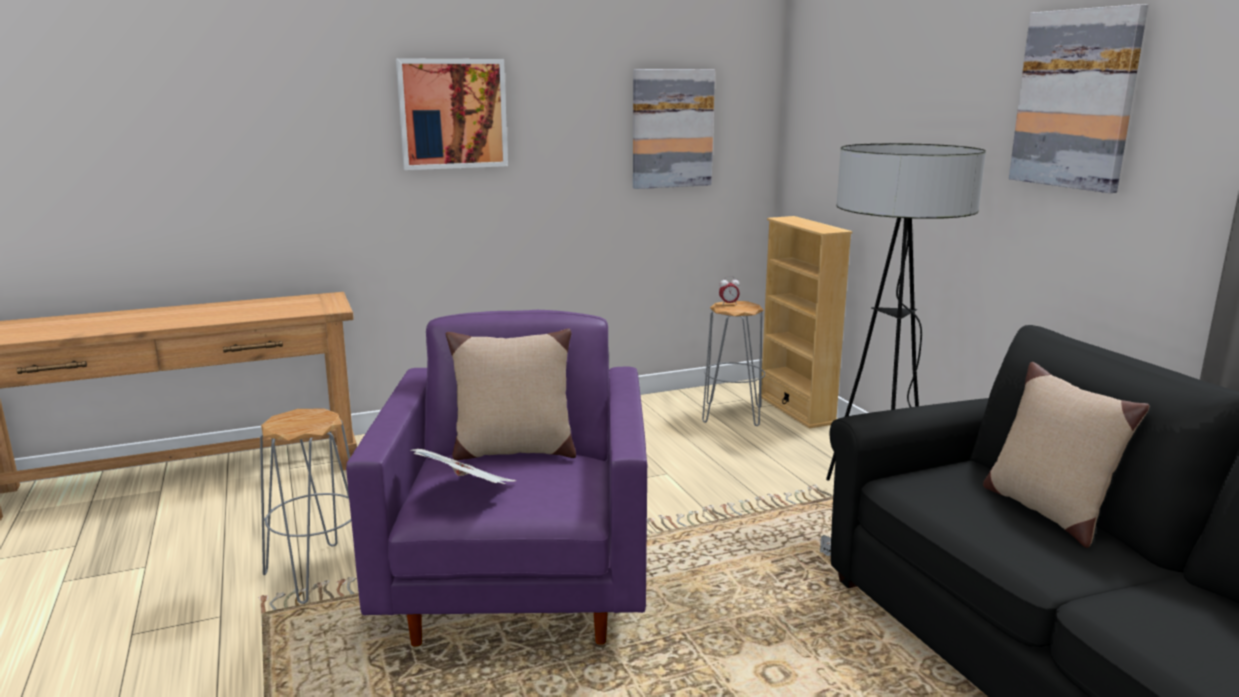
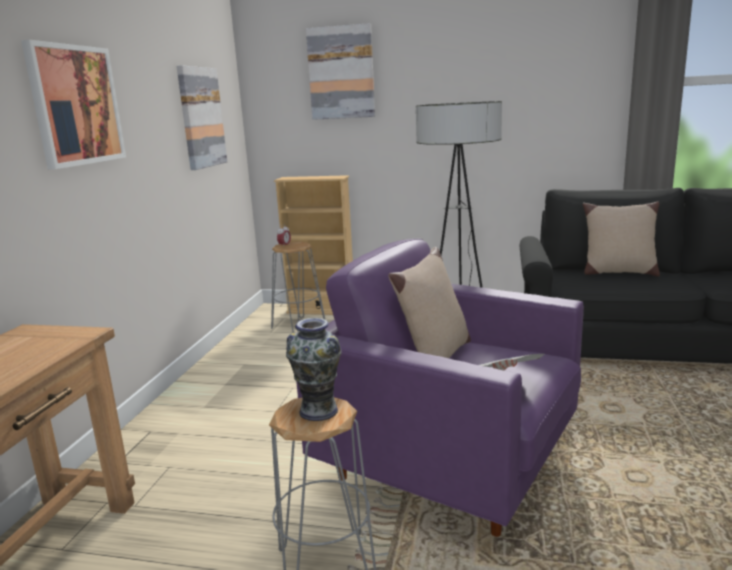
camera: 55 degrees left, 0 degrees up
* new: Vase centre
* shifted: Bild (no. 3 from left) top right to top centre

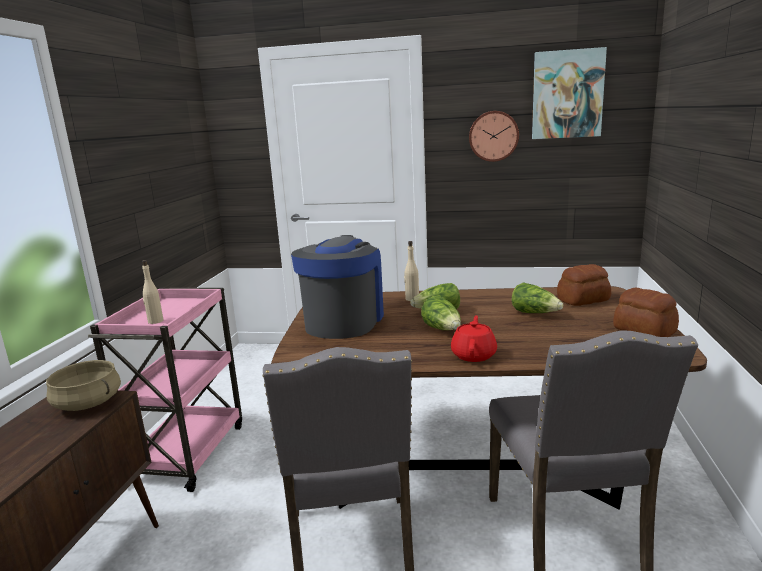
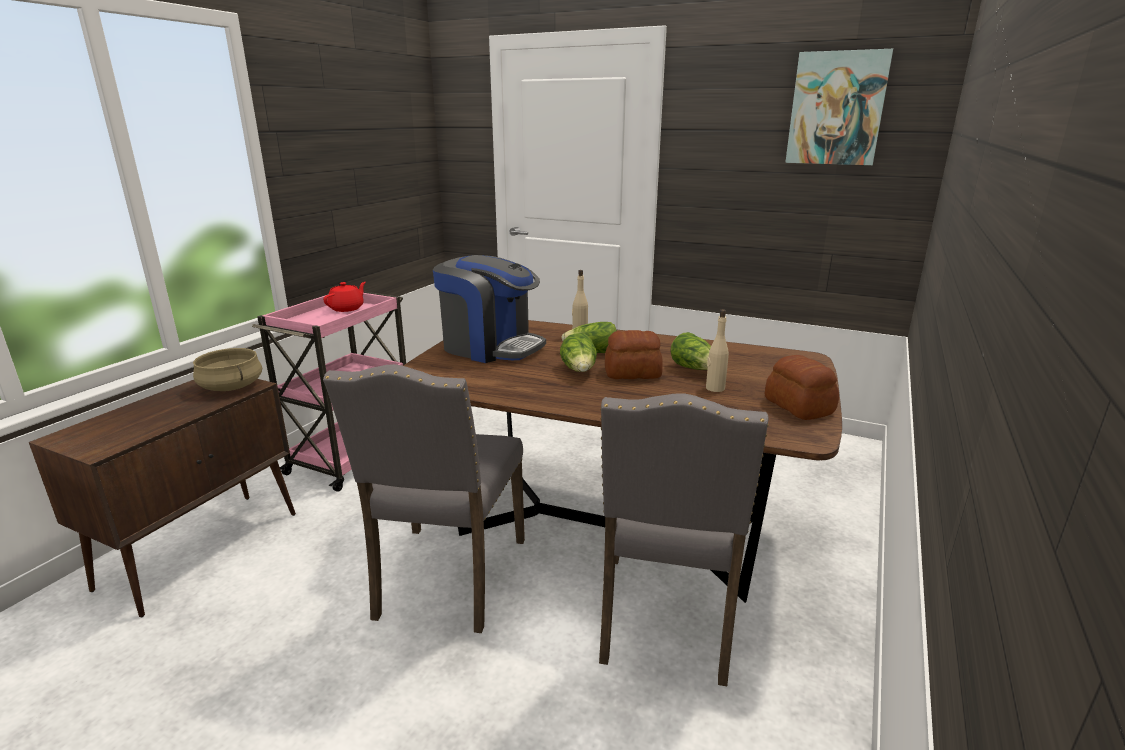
camera: 15 degrees right, 5 degrees up
* gone: Wanduhr top centre
* shifted: Flasche/beige (no. 1 from left in the first image) middle left to Flasche/beige (no. 2 from left) centre
* shifted: Teekanne/rot centre to middle left
* shifted: Brot (no. 1 from left) middle right to centre
* rotated: Kaffeemaschine centre = centre 90 degrees clockwise

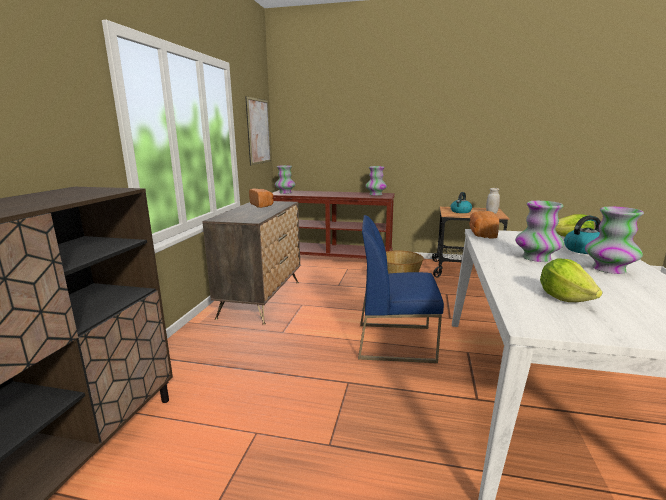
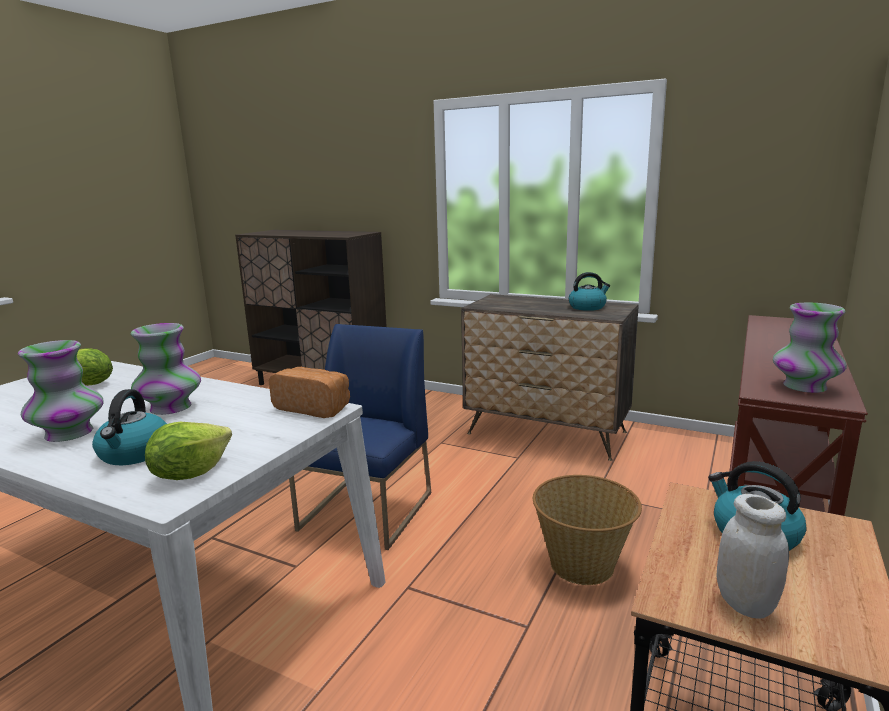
camera: 105 degrees right, 0 degrees up
* gone: Bild top centre
* gone: Vase (no. 1 from left) centre
* swapped: Brot (no. 1 from left) centre to Wasserkessel (no. 2 from left) centre

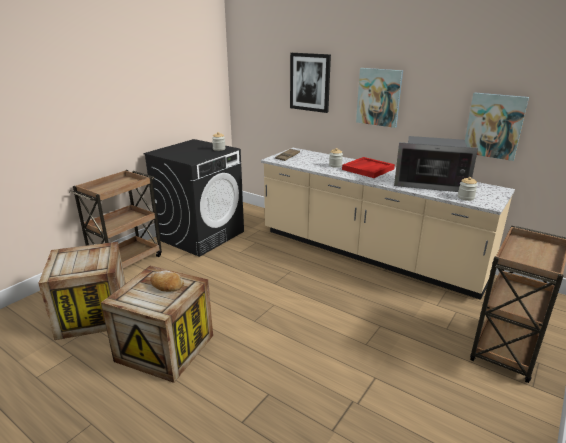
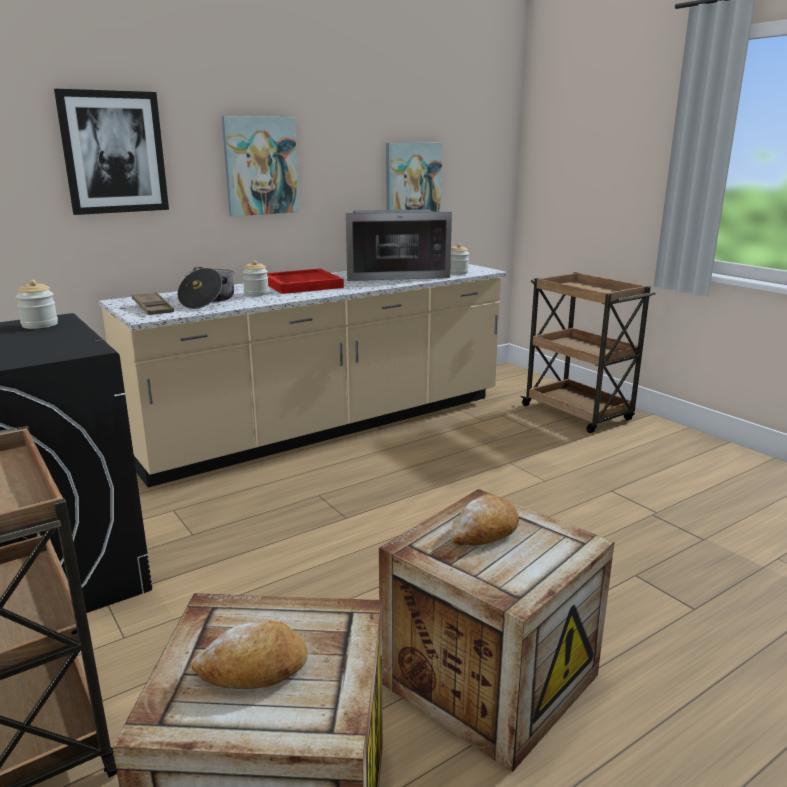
camera: 70 degrees left, 5 degrees down
* new: Kochtopf middle left
* new: Brot (no. 1 from left) bottom left
* rotated: Mikrowelle middle right = top centre 45 degrees clockwise

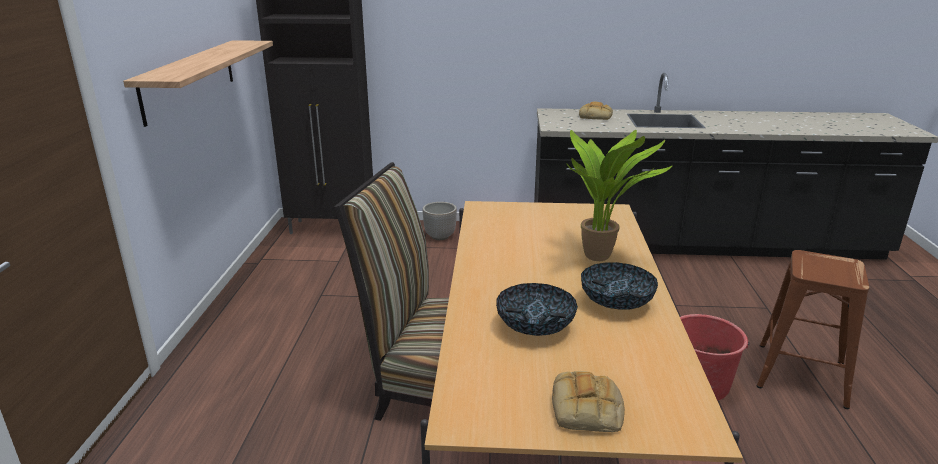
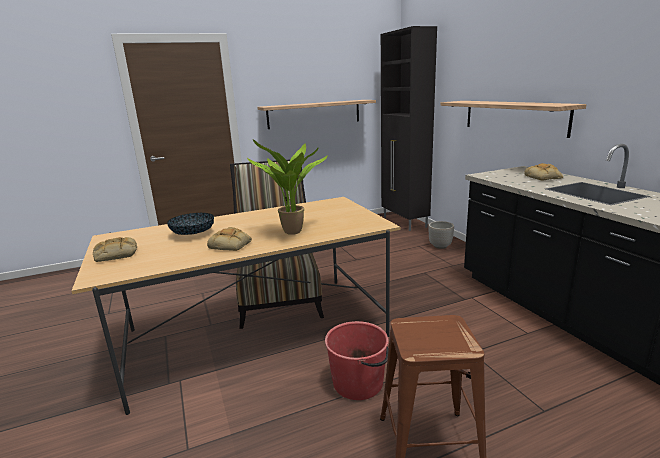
camera: 65 degrees right, 5 degrees down
* new: Wandregal (no. 2 from left) top right
* swapped: Schüssel (no. 2 from left) centre to Brot (no. 2 from left) centre

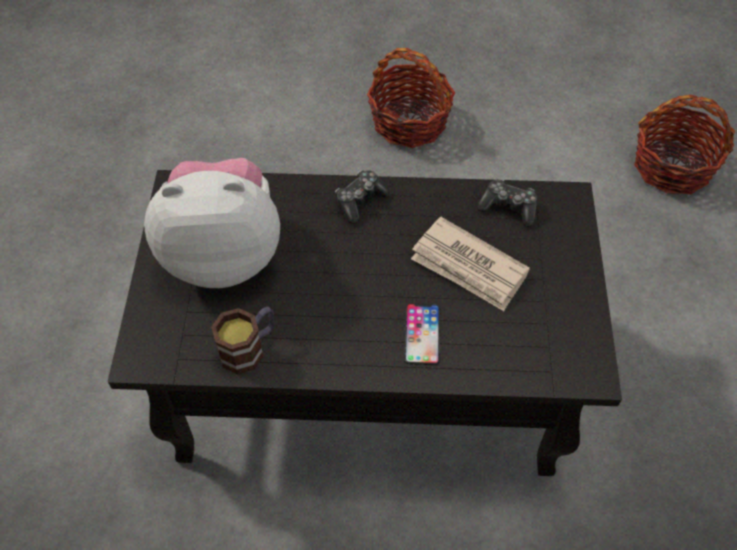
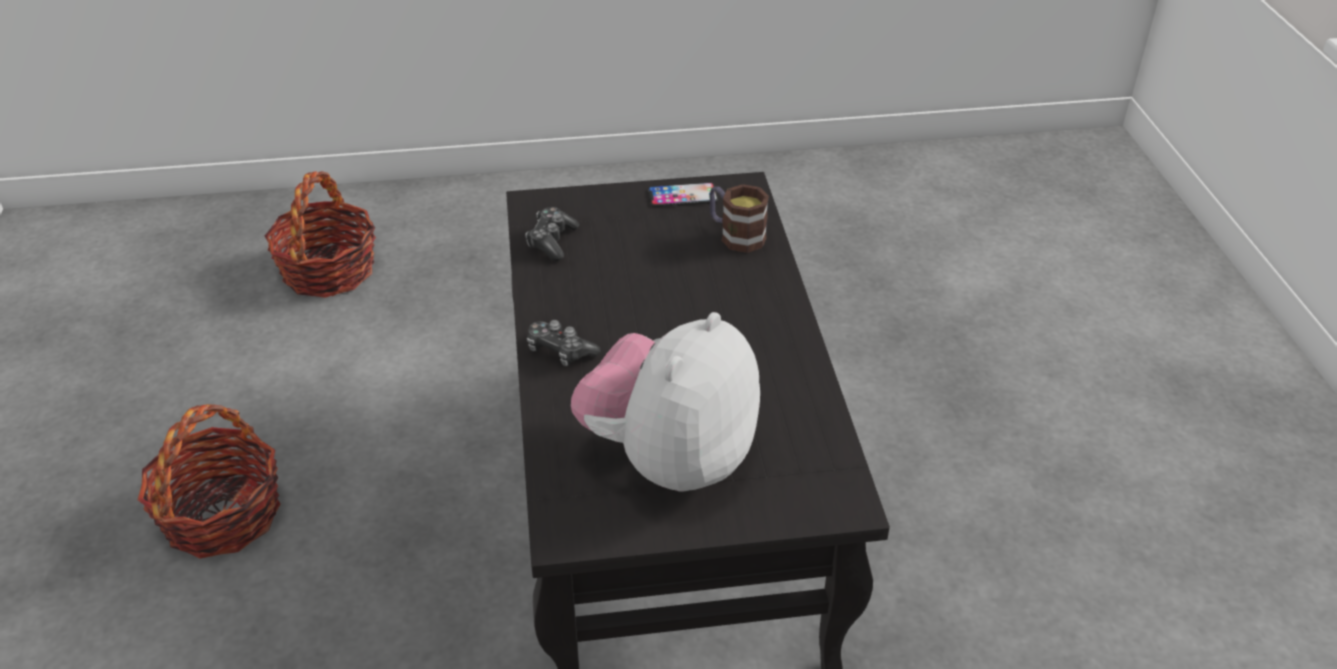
camera: 100 degrees left, 15 degrees down
* gone: Zeitung centre
* shifted: Henkelbecher middle left to top centre
* shifted: Handy centre to top centre
* rotated: Plüschtier middle left = centre 45 degrees clockwise

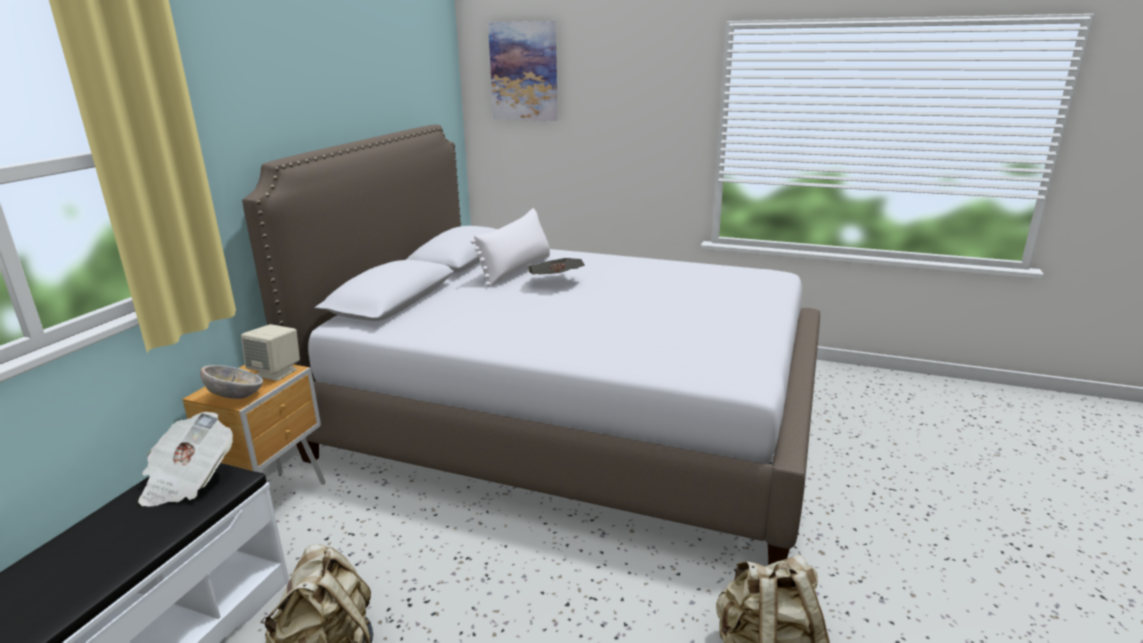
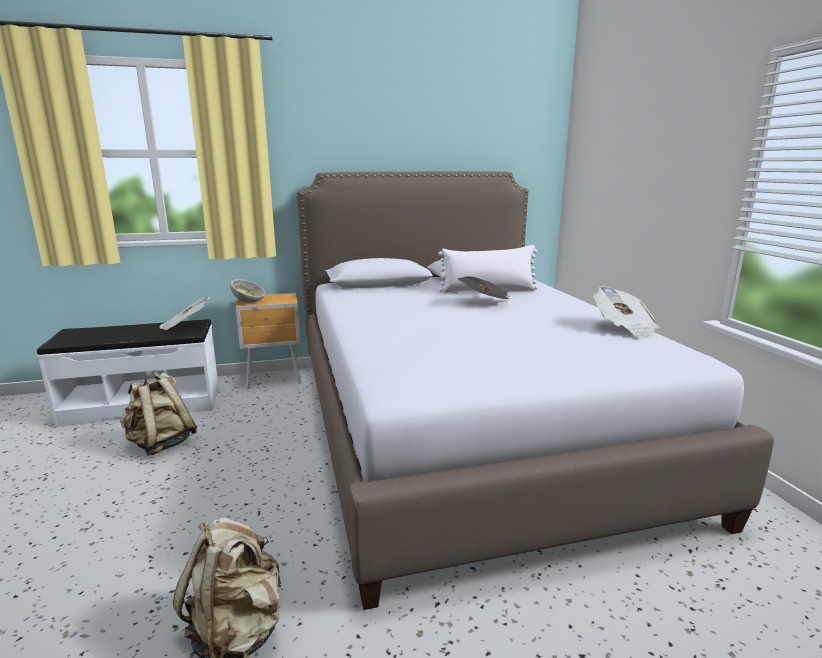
camera: 55 degrees right, 5 degrees down
* gone: Lautsprecher/beige middle left
* gone: Bild top centre
* new: Zeitung (no. 3 from left) middle right

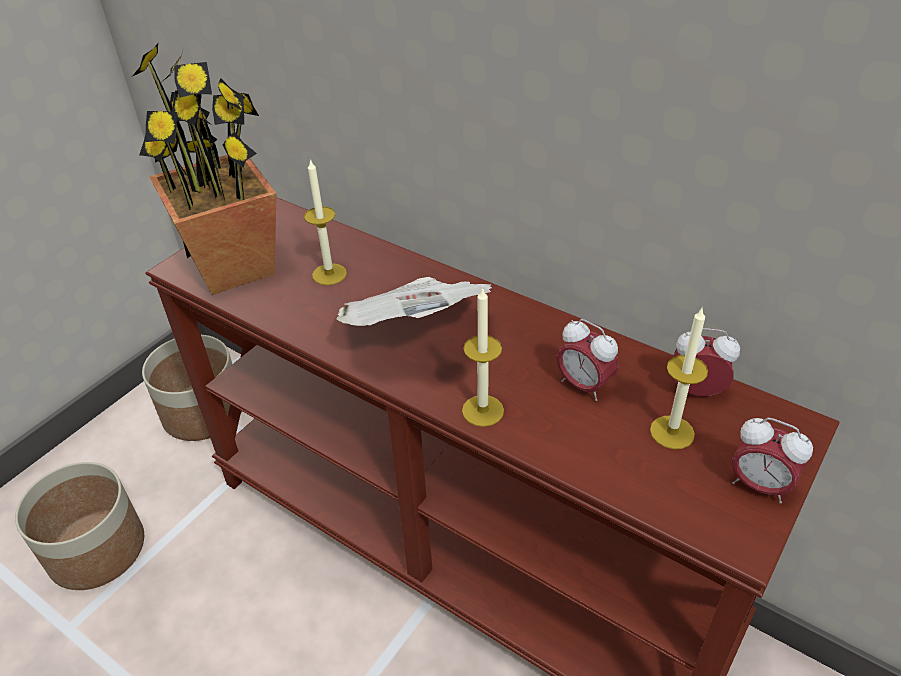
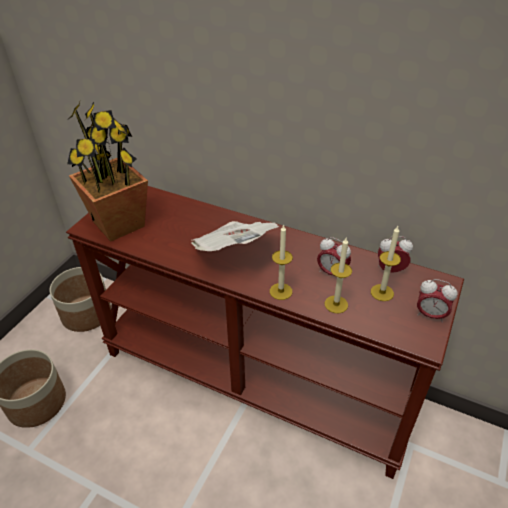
camera: 10 degrees left, 0 degrees up
* shifted: Kerze (no. 1 from left in the first image) top centre to Kerze (no. 2 from left) centre

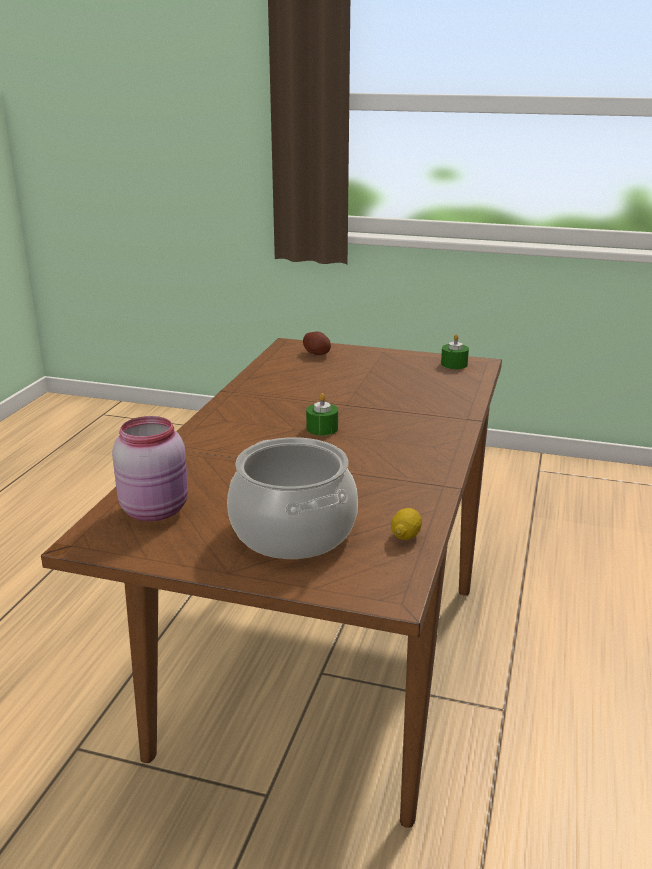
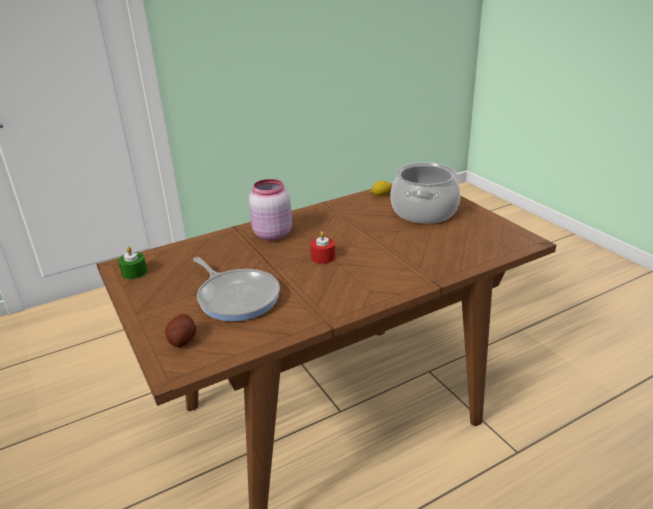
camera: 135 degrees left, 5 degrees up
* new: Pfanne centre
* shifted: Vorratsglas/rosa middle left to centre
* repainted: Kerze/grün (no. 1 from left) centre to Kerze/rot centre

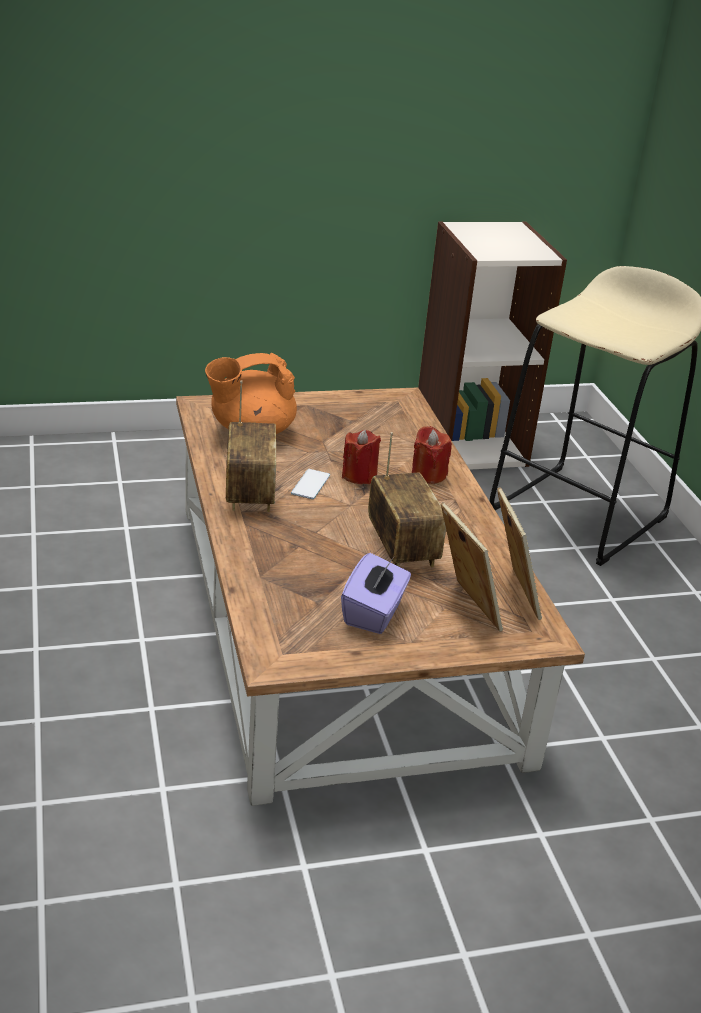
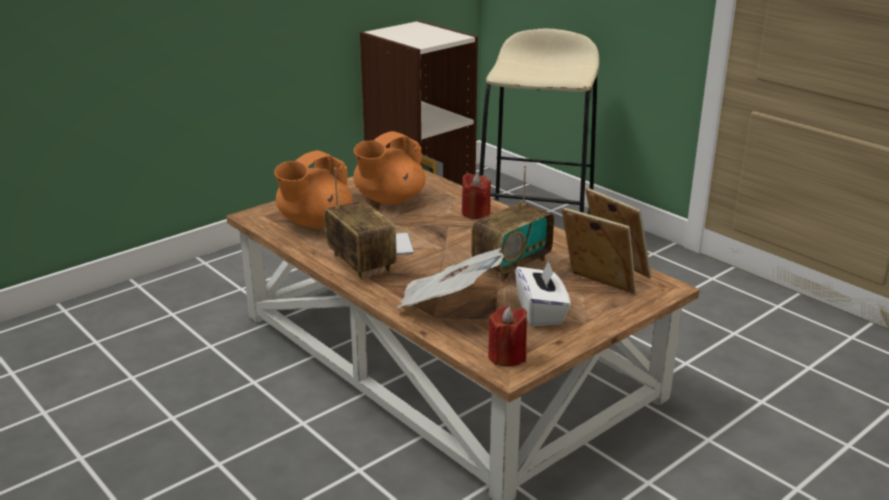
camera: 25 degrees left, 5 degrees down
* new: Teekanne/orange (no. 2 from left) centre
* new: Zeitung centre
* shifted: Kerze/rot (no. 1 from left in the first image) centre to Kerze/rot (no. 2 from left) bottom centre
* repainted: Taschentuchbox/lila centre to Taschentuchbox/weiß centre
* rotated: Radio (no. 2 from left) centre = centre 90 degrees clockwise

